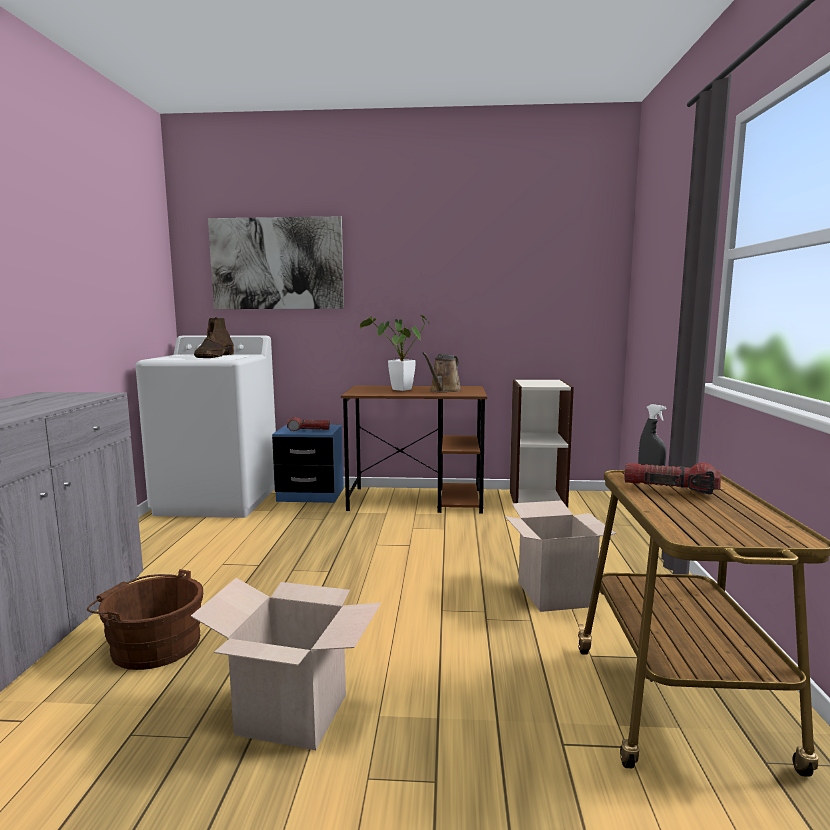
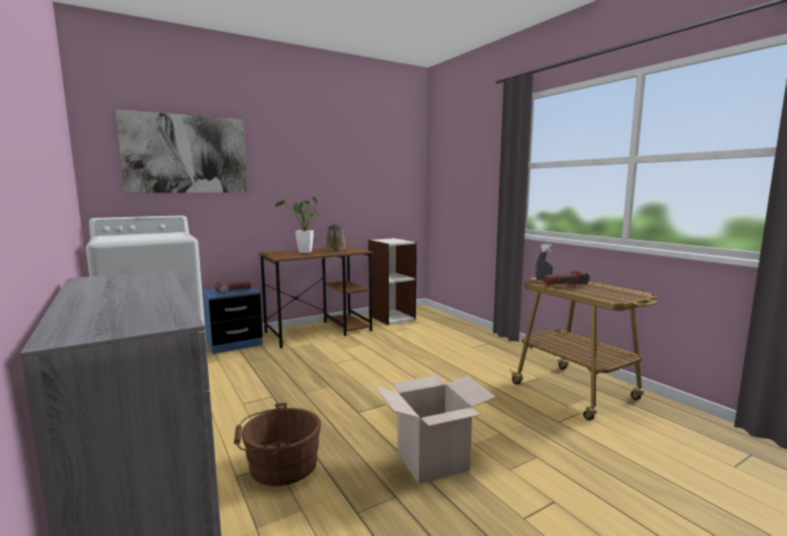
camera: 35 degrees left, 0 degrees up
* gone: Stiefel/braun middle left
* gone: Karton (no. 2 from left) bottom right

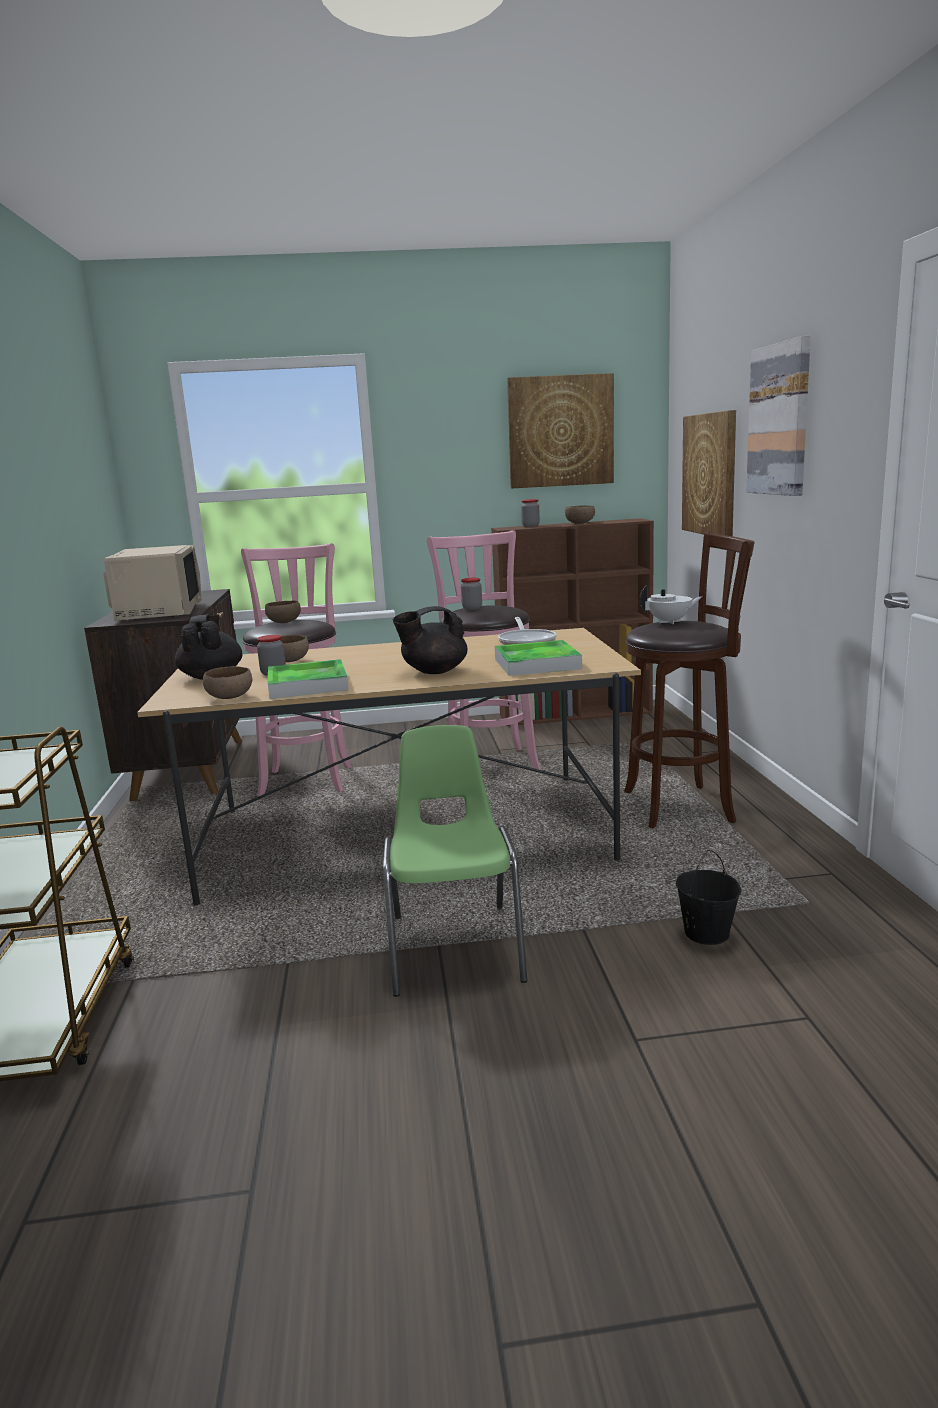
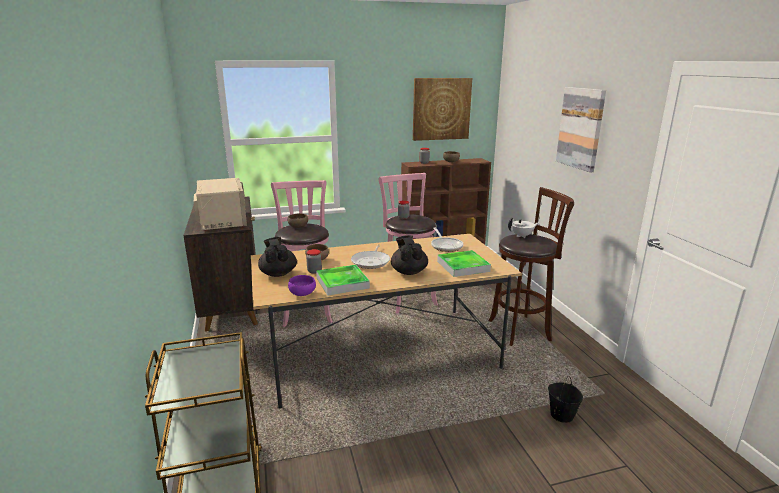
camera: 10 degrees left, 5 degrees up
* gone: Stuhl/grün centre
* gone: Bild (no. 2 from left) middle right
* new: Pfanne (no. 1 from left) centre
* repainted: Schüssel/braun (no. 1 from left) middle left to Schüssel/lila centre
* rotated: Teekanne/schwarz (no. 2 from left) centre = centre 105 degrees clockwise

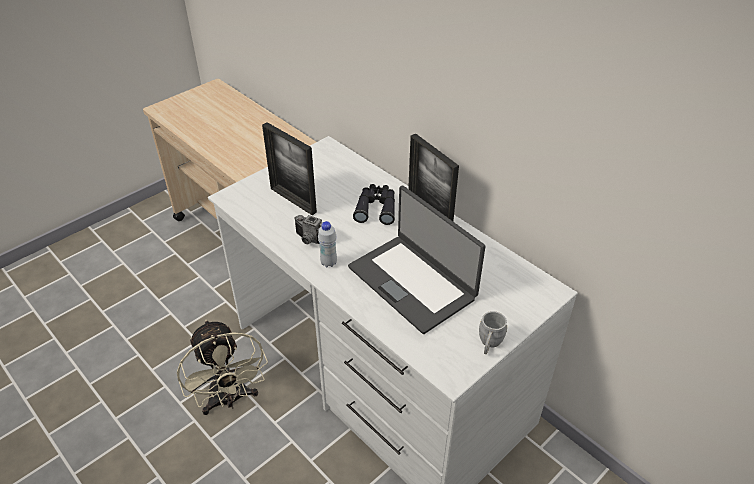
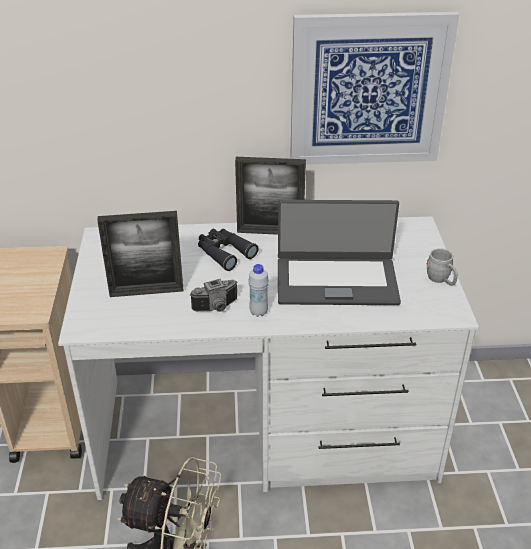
camera: 50 degrees left, 5 degrees down
* new: Bild top right

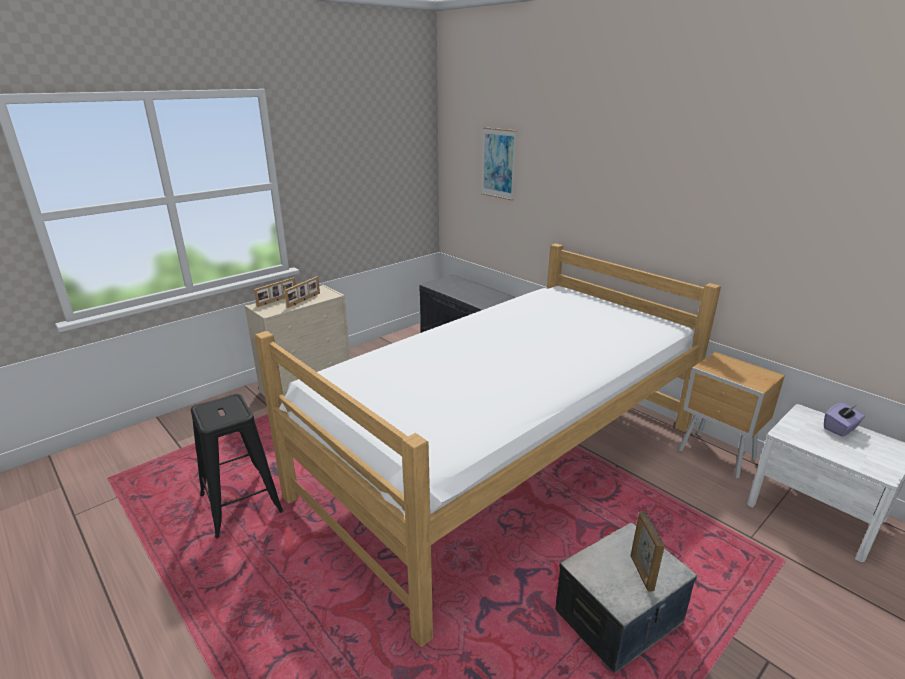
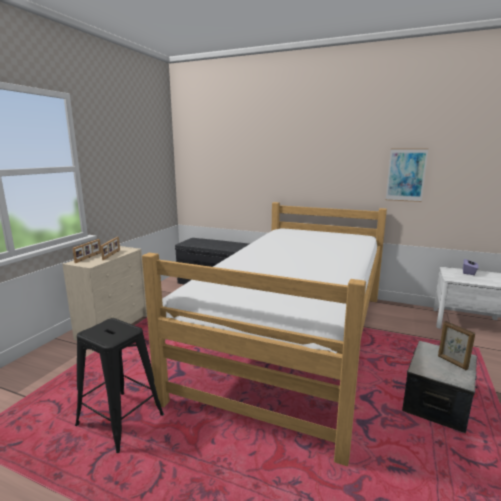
camera: 25 degrees left, 10 degrees down
* gone: Nachttisch/braun middle right
* shifted: Bild top centre to middle right

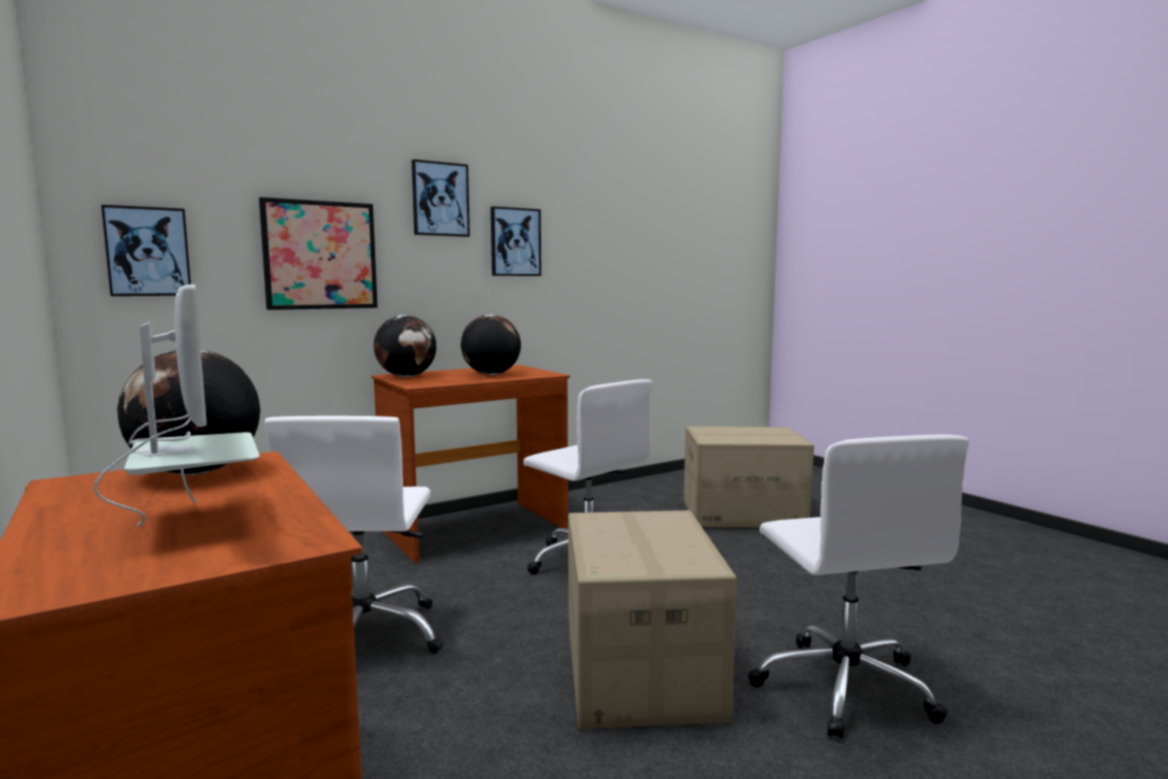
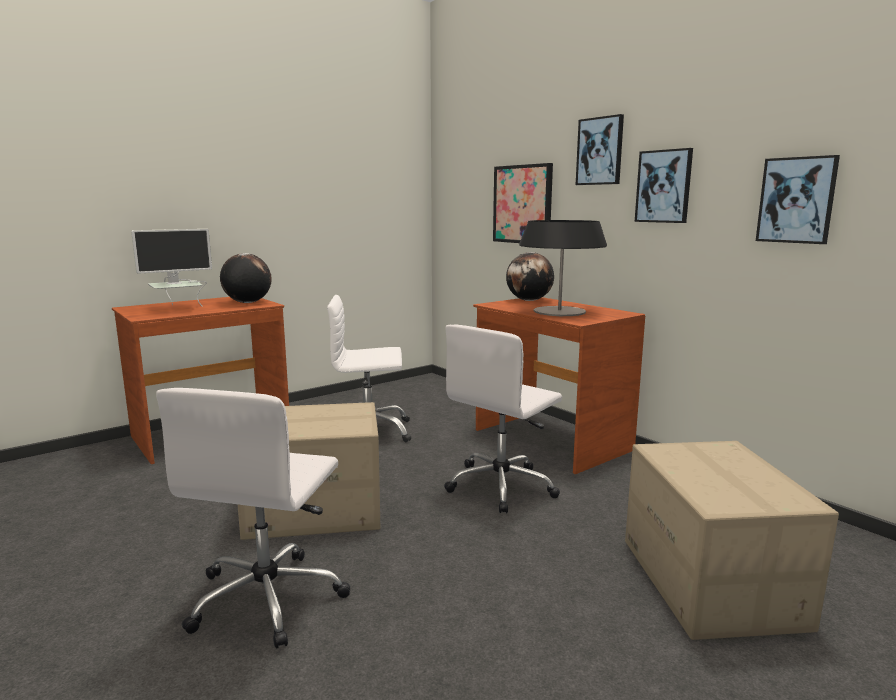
camera: 85 degrees right, 5 degrees up
* shifted: Bild (no. 1 from left in the first image) top left to Bild (no. 4 from left) top right
* swapped: Globus (no. 3 from left) centre to Tischlampe centre
* rotated: Bürostuhl/weiß (no. 3 from left in the first image) bottom right = bottom left 60 degrees counterclockwise

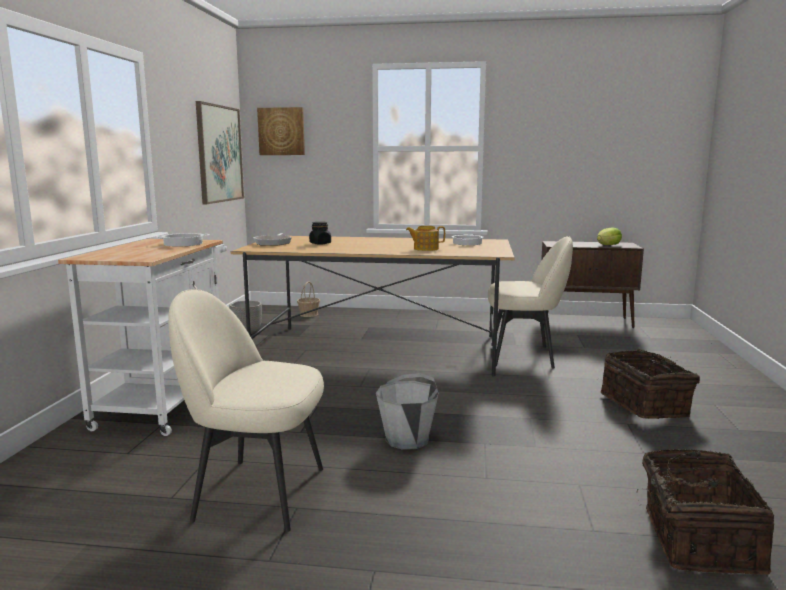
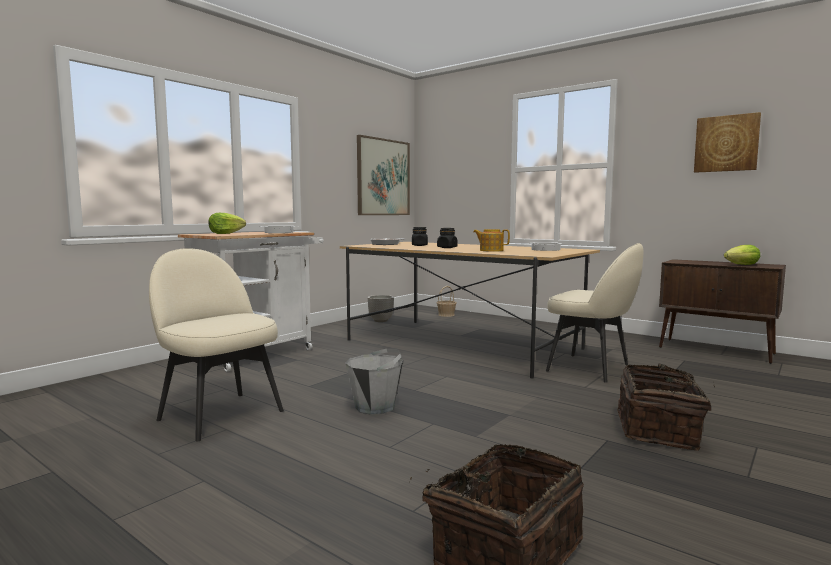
camera: 30 degrees right, 5 degrees down
* new: Salatkopf (no. 1 from left) middle left
* new: Vorratsglas/schwarz (no. 2 from left) centre
* shifted: Bild (no. 2 from left) top centre to top right

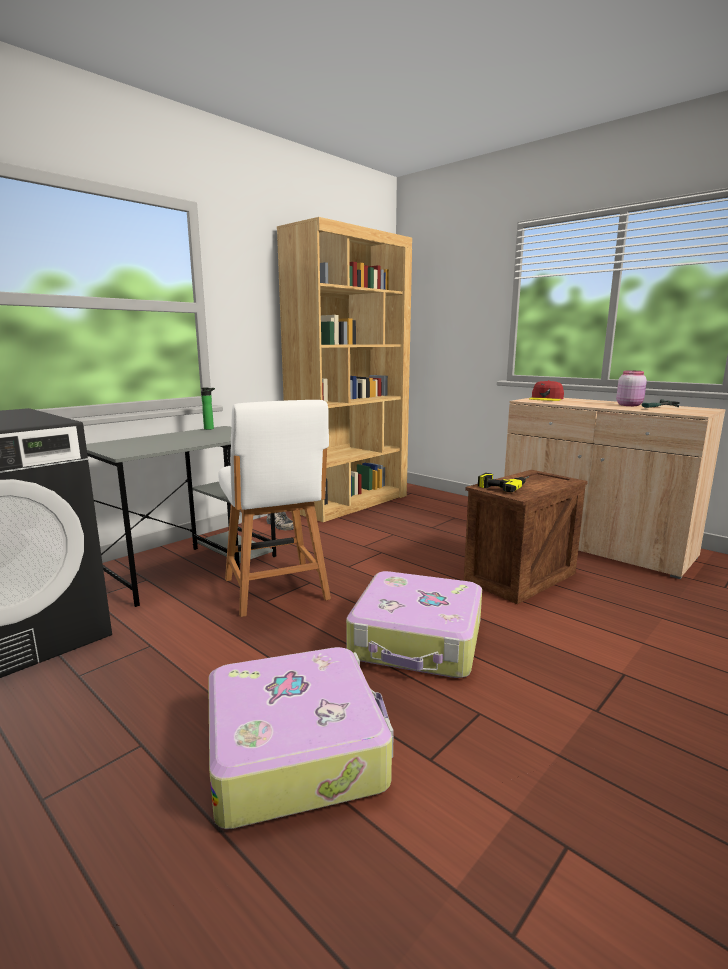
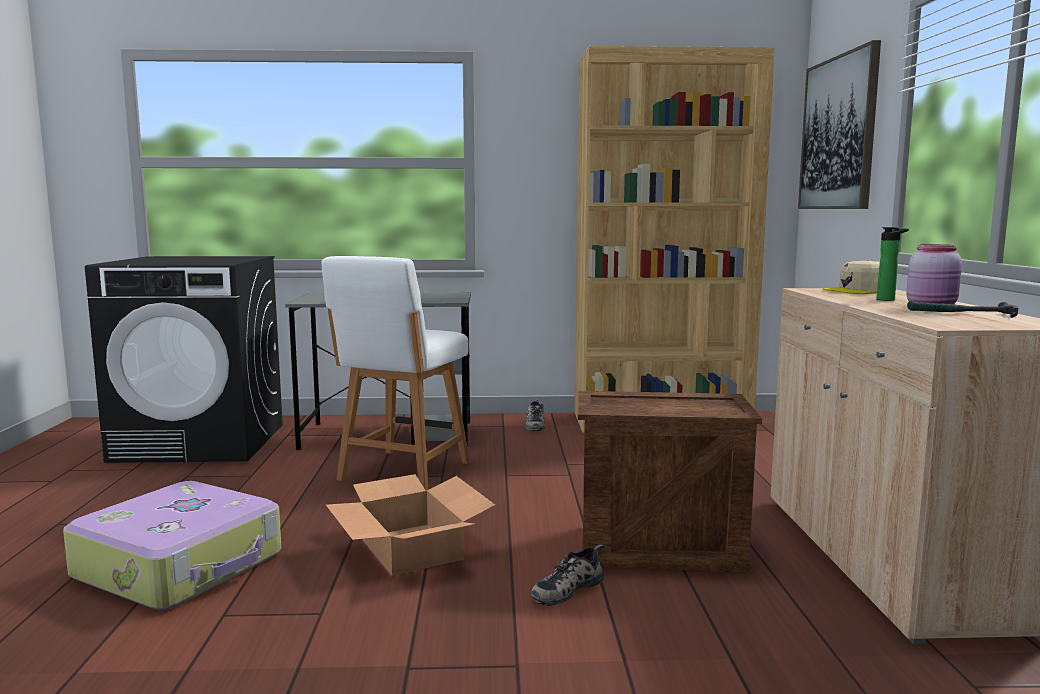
camera: 45 degrees right, 5 degrees down
* gone: Bohrmaschine middle right
* new: Schuh (no. 2 from left) bottom centre
* new: Bild top right
* shifted: Flasche middle left to middle right
* swapped: Koffer (no. 2 from left) centre to Karton bottom centre
* repainted: Kappe/rot middle right to Kappe/beige middle right

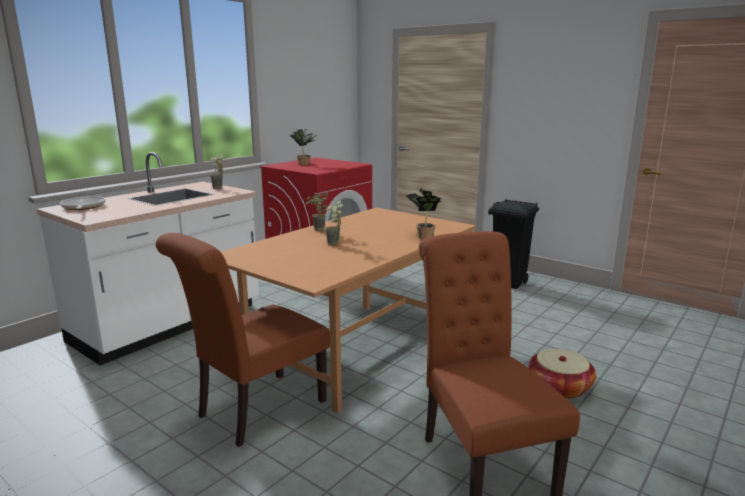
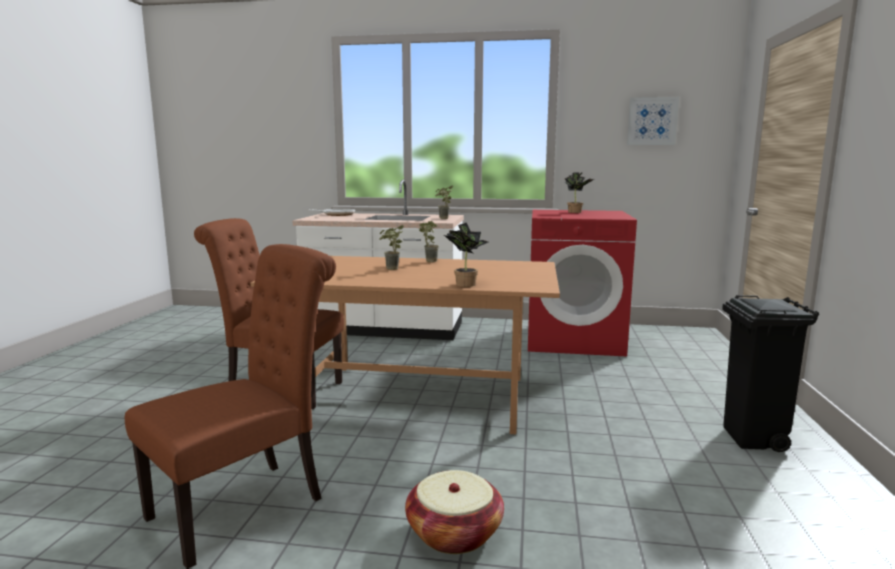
camera: 60 degrees right, 5 degrees down
* new: Bild top right

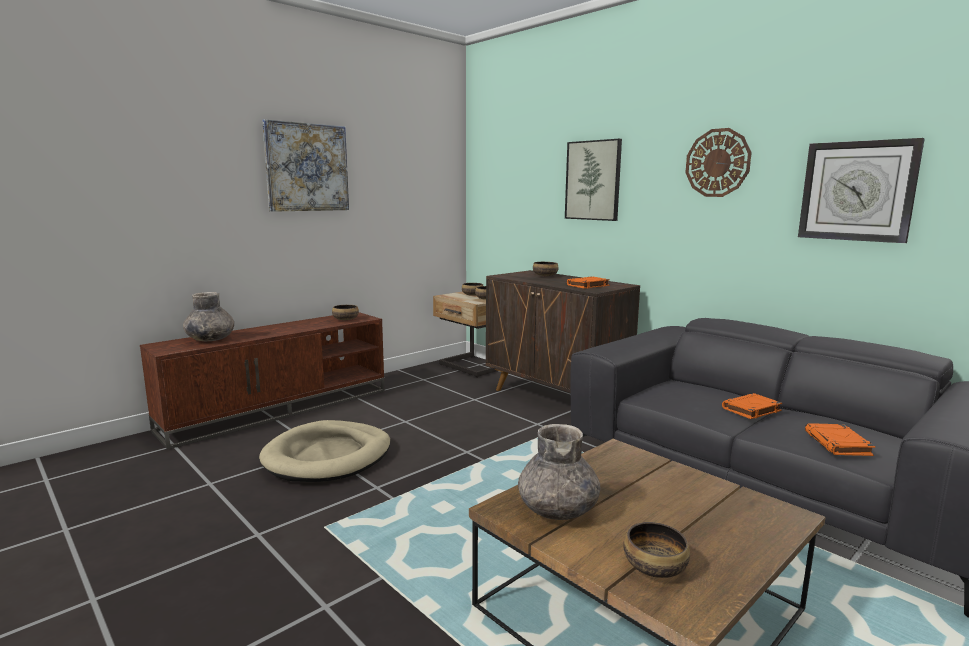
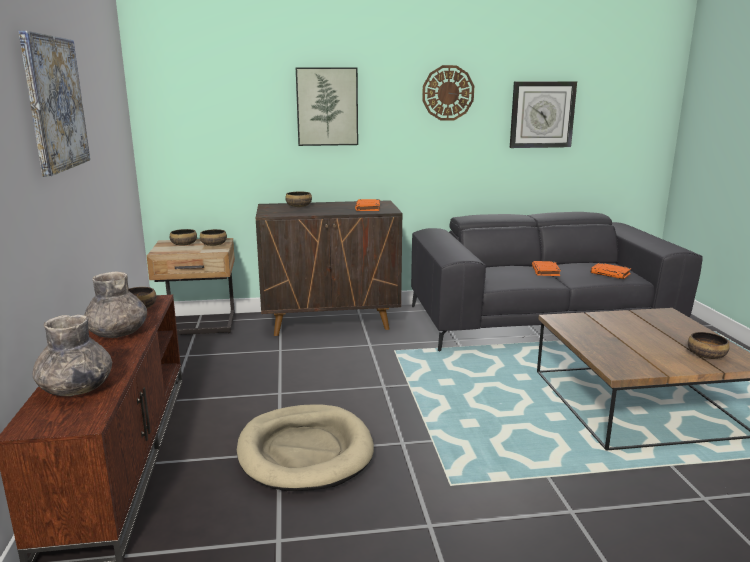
camera: 55 degrees left, 5 degrees up
* shifted: Vase/grau (no. 2 from left) bottom centre to middle left

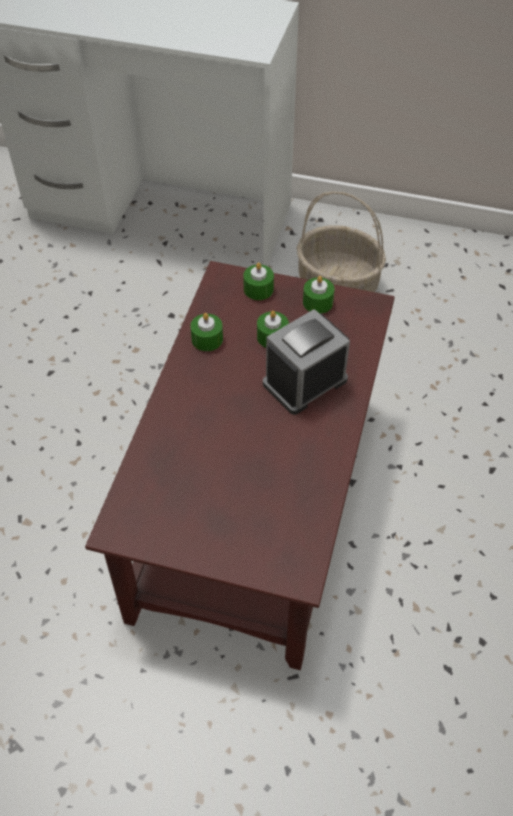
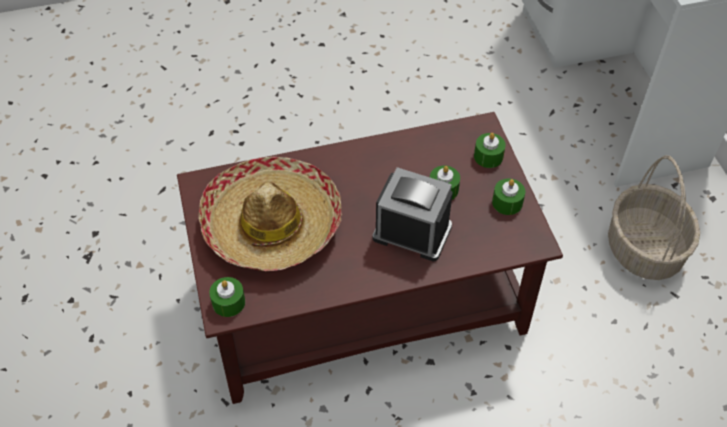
camera: 60 degrees right, 0 degrees up
* new: Hut centre
* shifted: Kerze/grün (no. 1 from left) centre to bottom left

